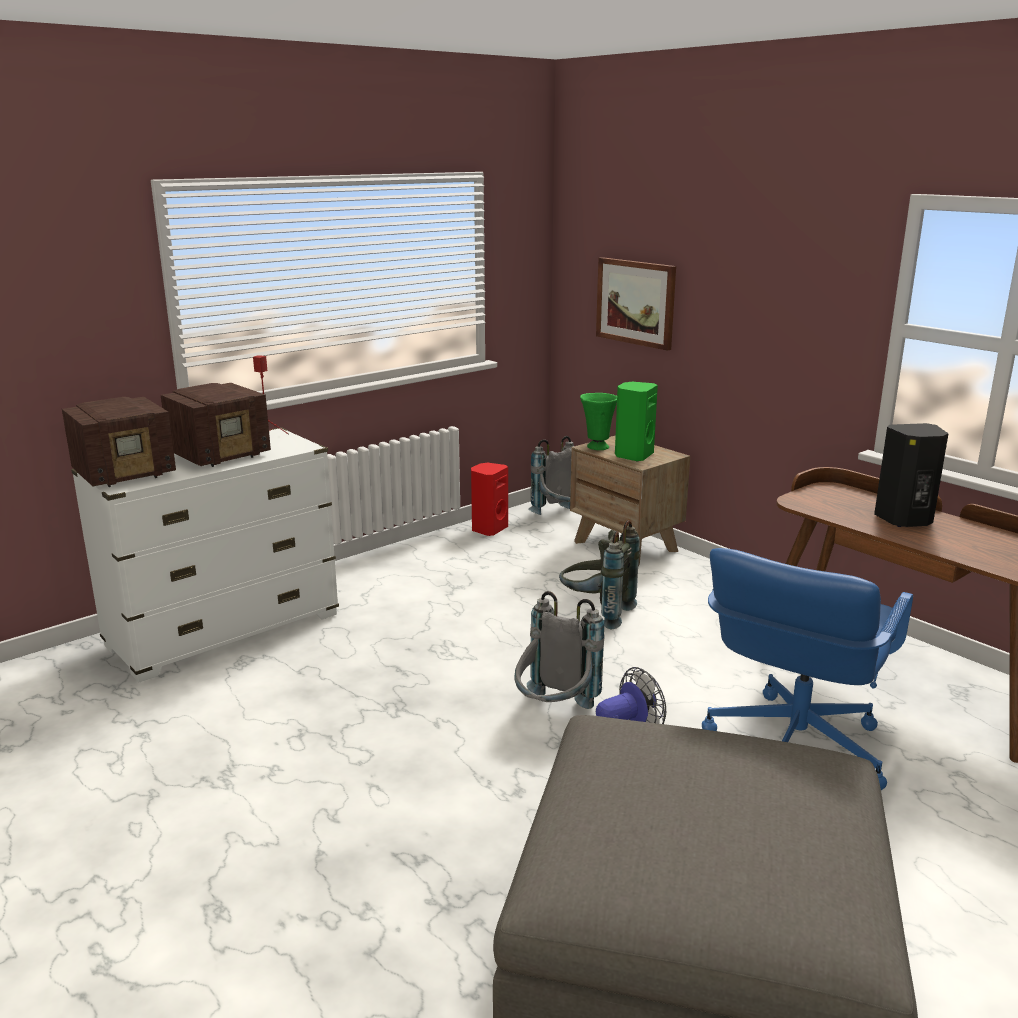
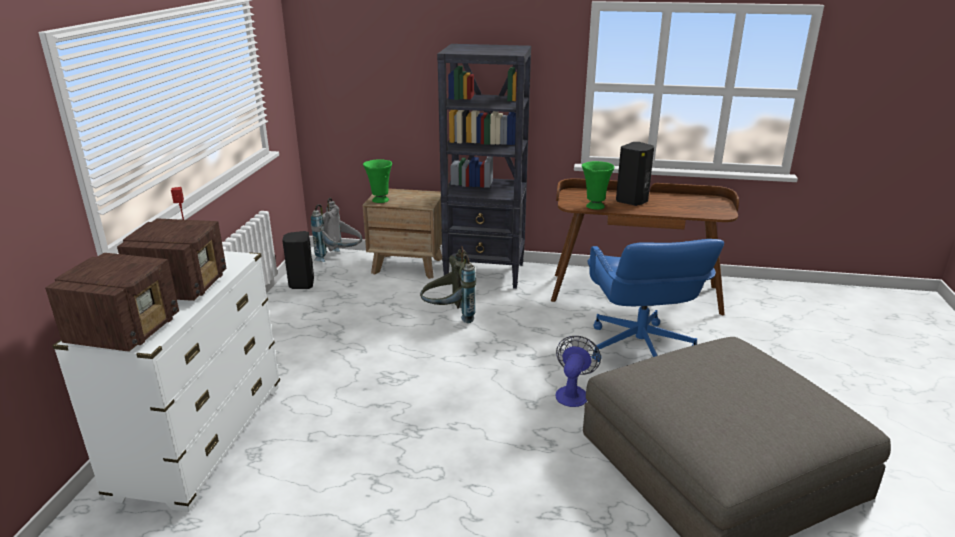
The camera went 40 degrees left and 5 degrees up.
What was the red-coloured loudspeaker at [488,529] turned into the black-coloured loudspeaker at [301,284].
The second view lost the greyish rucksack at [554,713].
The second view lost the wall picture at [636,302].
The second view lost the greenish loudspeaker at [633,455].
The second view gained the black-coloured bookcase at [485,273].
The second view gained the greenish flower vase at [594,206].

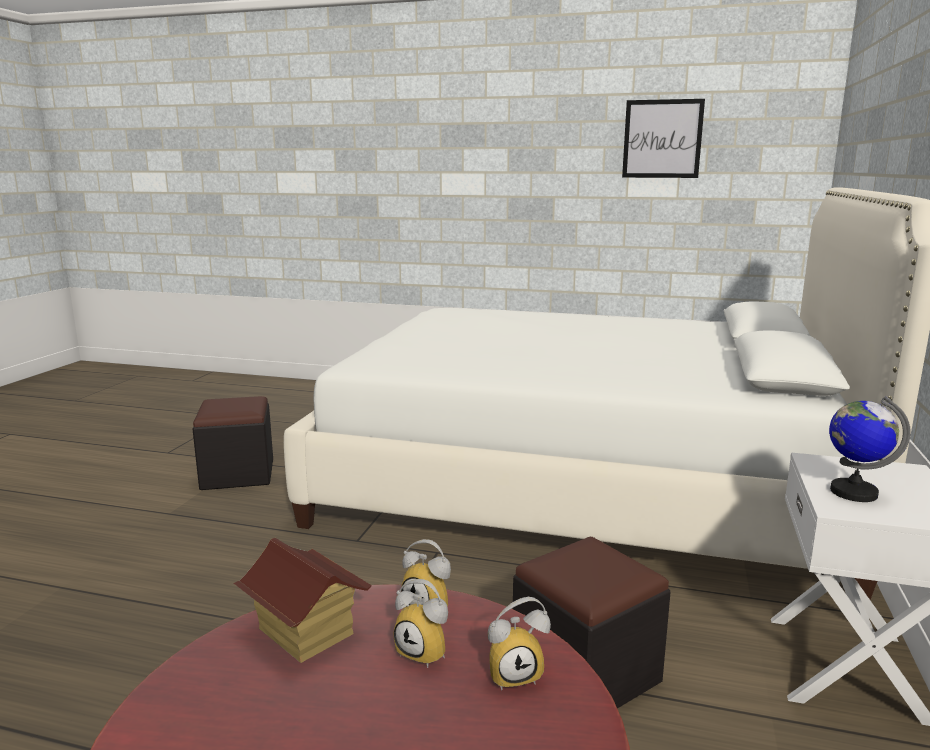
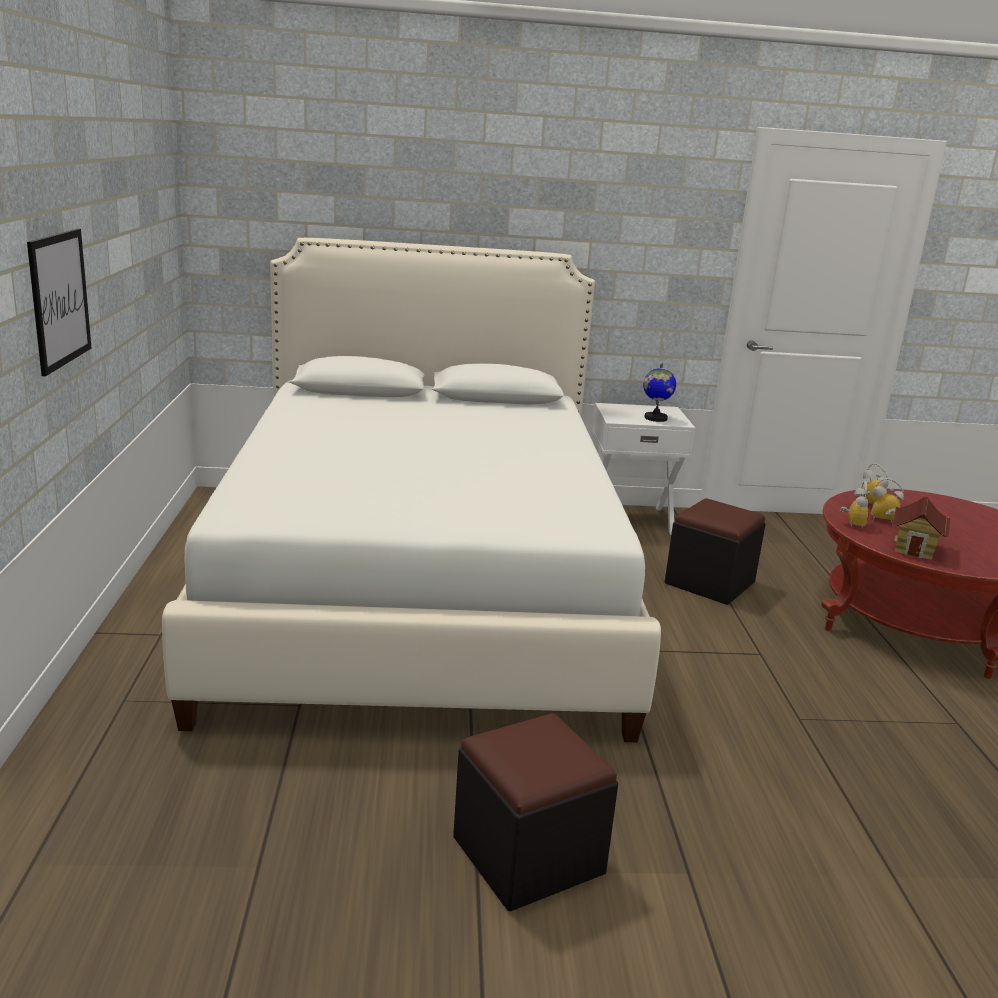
The camera went 110 degrees left and 5 degrees up.
The table clock at [426,652] ended up facing another way, 90 degrees counterclockwise from before.
The wall picture ended up elsewhere, having gone from [662,139] to [59,299].

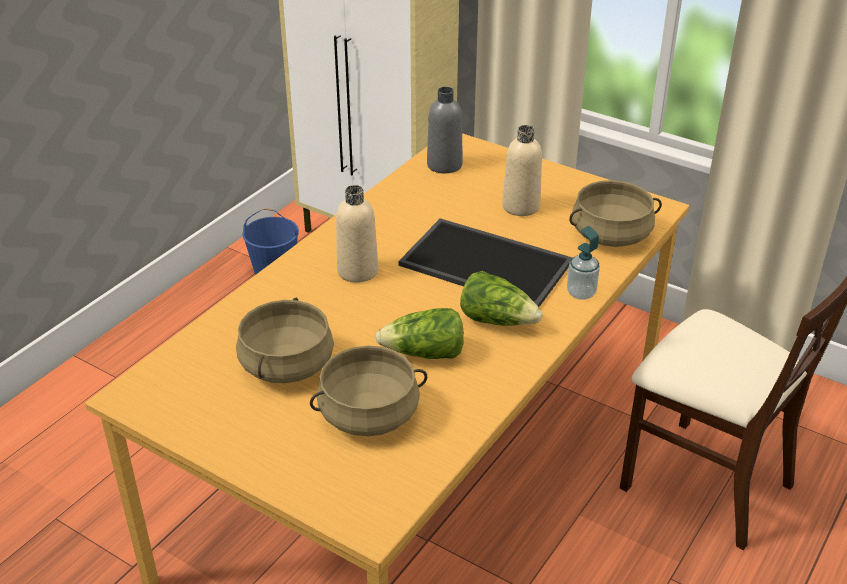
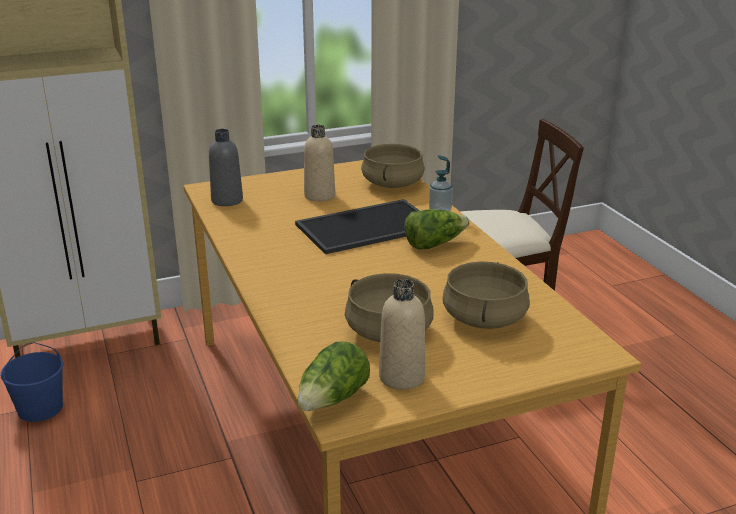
The camera went 55 degrees left and 10 degrees down.
The beige bottle ended up elsewhere, having gone from [357,271] to [401,377].
The head of lettuce ended up elsewhere, having gone from [425,354] to [333,400].

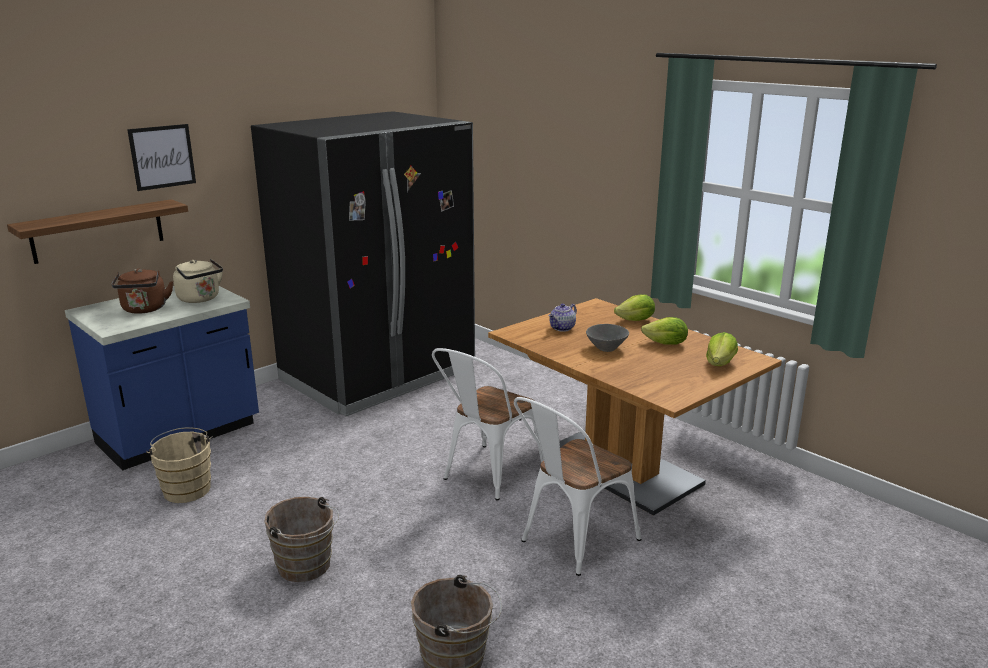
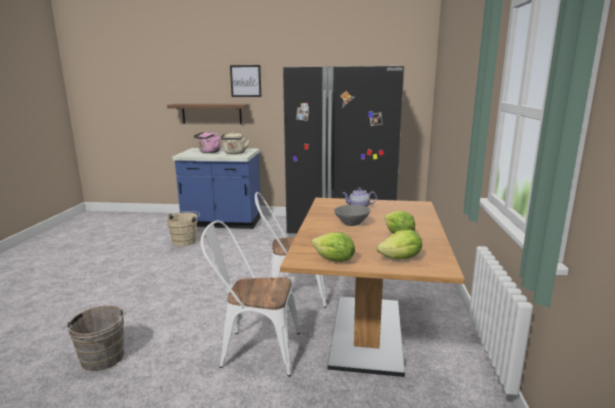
The camera went 50 degrees right and 5 degrees down.
What was the brown kettle at [144,310] turned into the pinkish kettle at [209,152].
The second view lost the brown pail at [307,567].
The head of lettuce ended up elsewhere, having gone from [636,320] to [334,260].

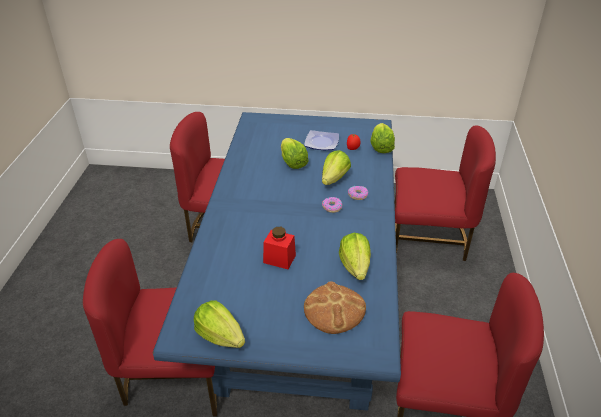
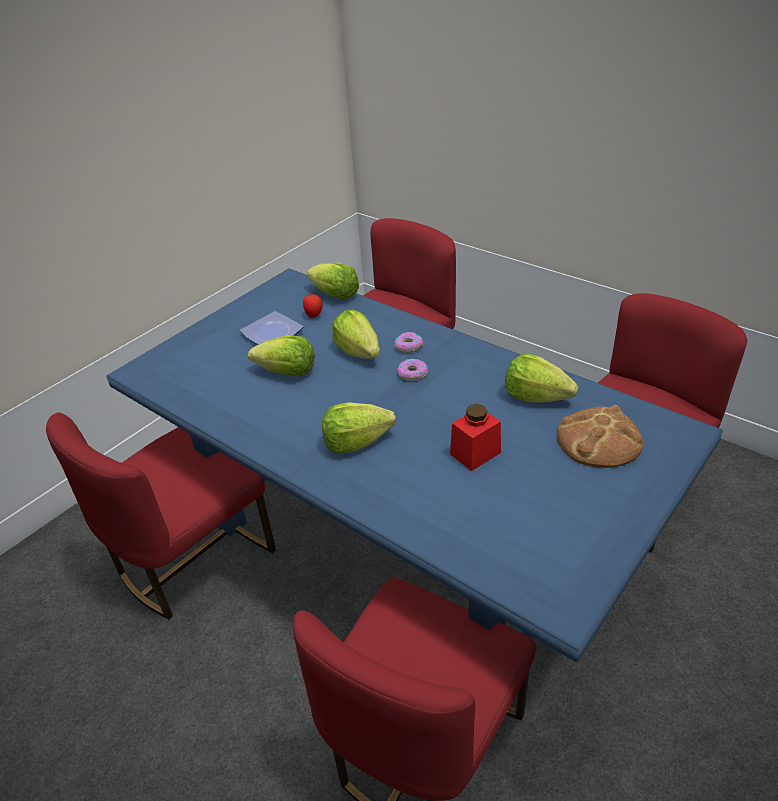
The camera went 55 degrees left and 0 degrees up.
The head of lettuce ended up elsewhere, having gone from [220,336] to [356,442].

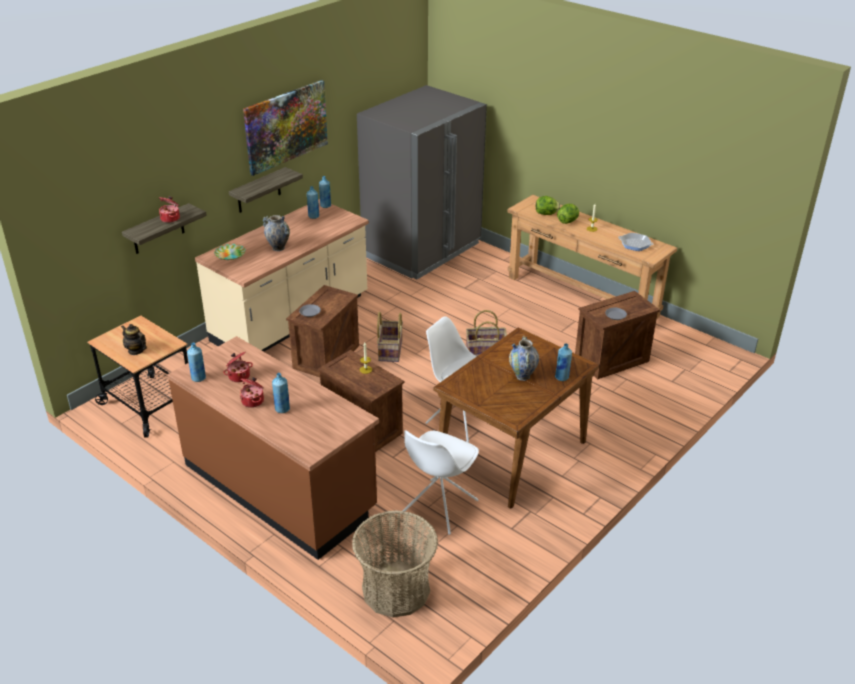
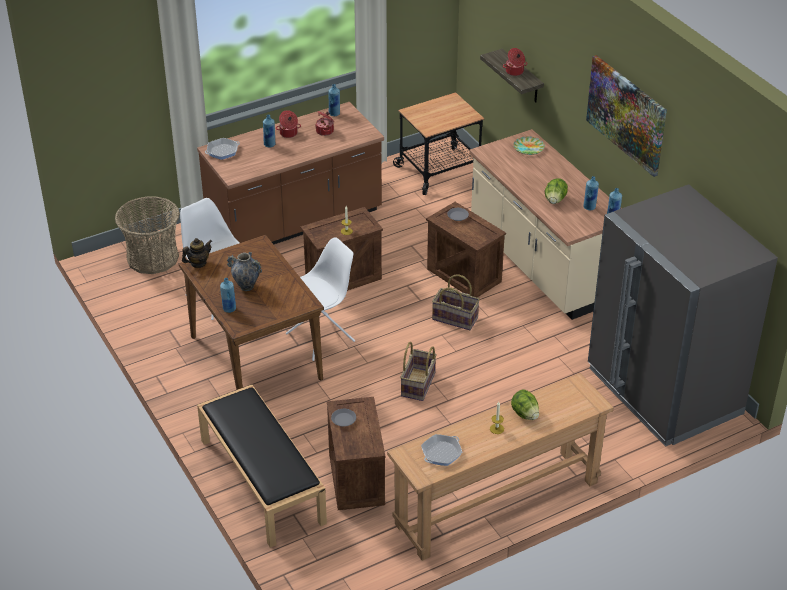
The camera went 110 degrees right and 5 degrees up.
The teapot ended up elsewhere, having gone from [136,350] to [198,263].
The second view lost the wall shelf at [258,191].
The second view lost the flower vase at [278,248].
The head of lettuce ended up elsewhere, having gone from [546,214] to [555,200].
The second view gained the black-coloured bench at [261,480].
The second view gained the frying pan at [222,151].

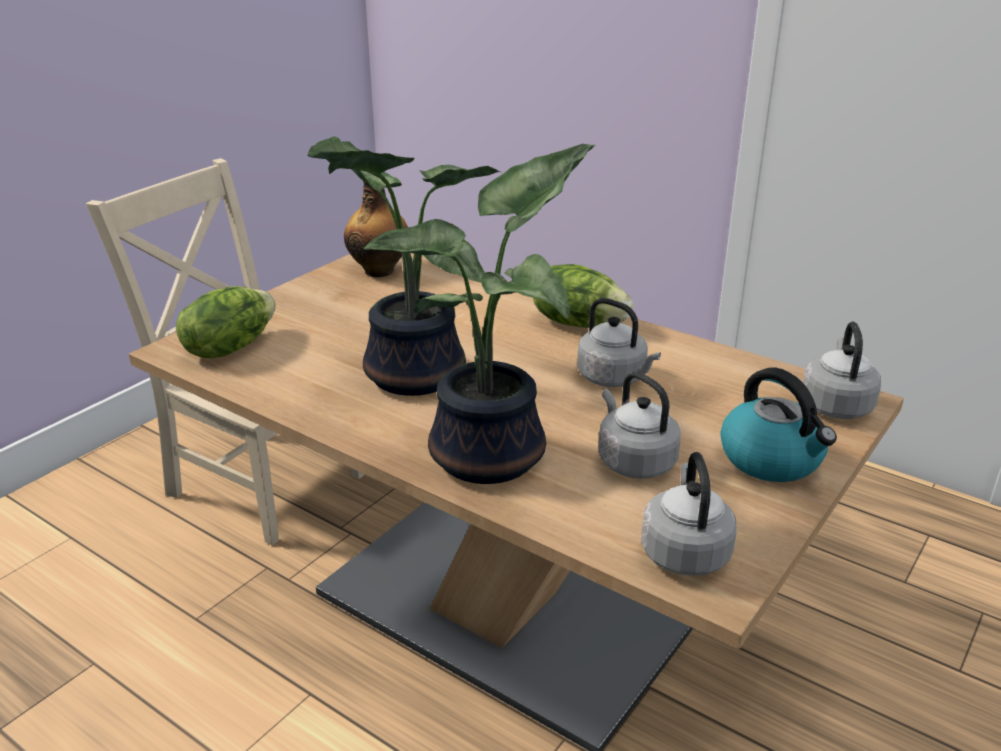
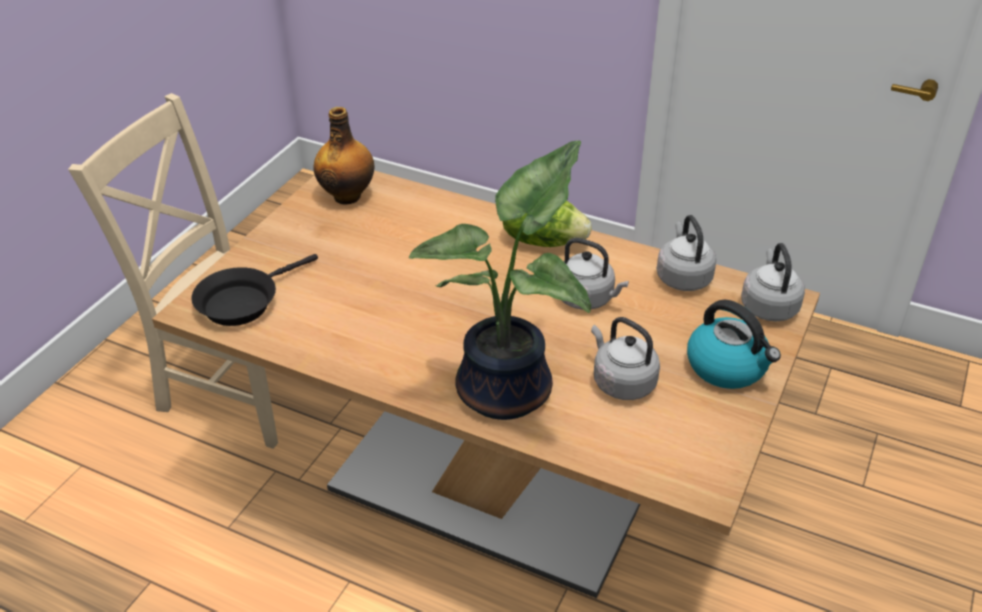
The camera went 10 degrees left and 10 degrees up.
Where the head of lettuce stood at [229,347], the black-coloured frying pan came to stand at [243,302].
The second view lost the potted plant at [407,375].
The greyish kettle ended up elsewhere, having gone from [684,551] to [682,277].

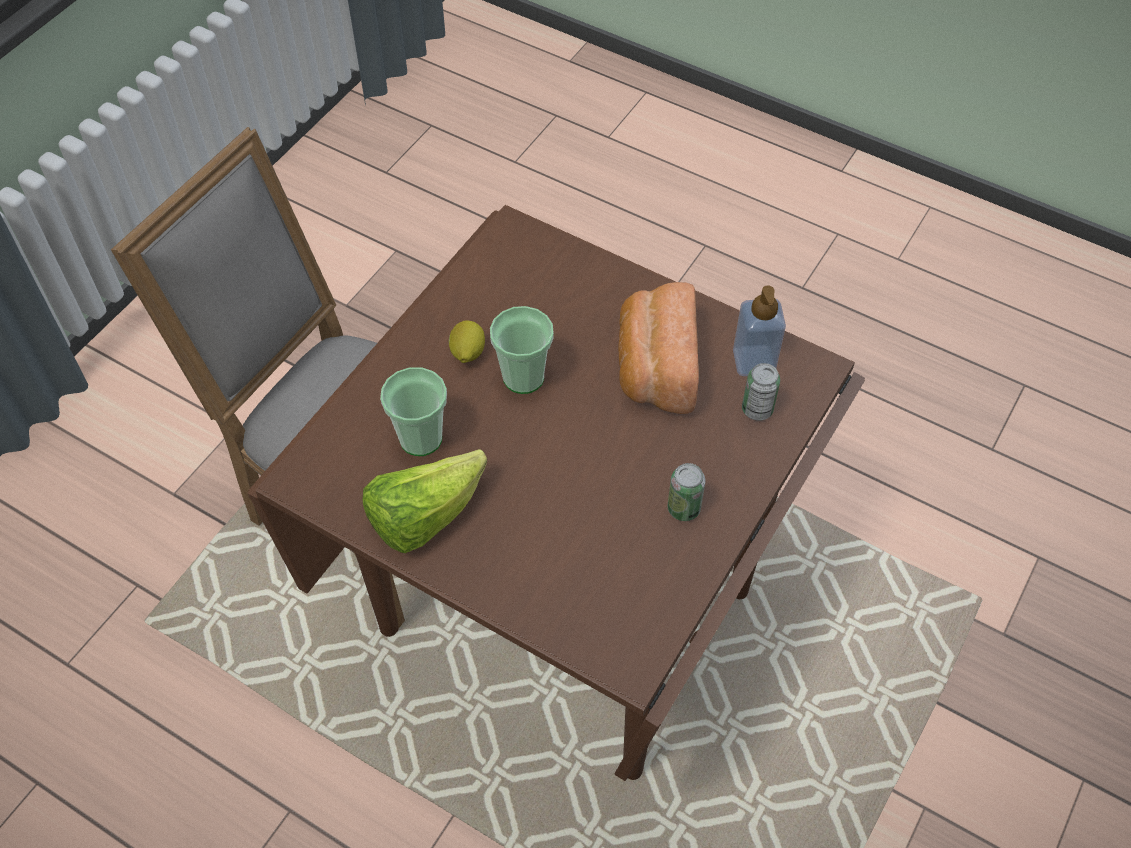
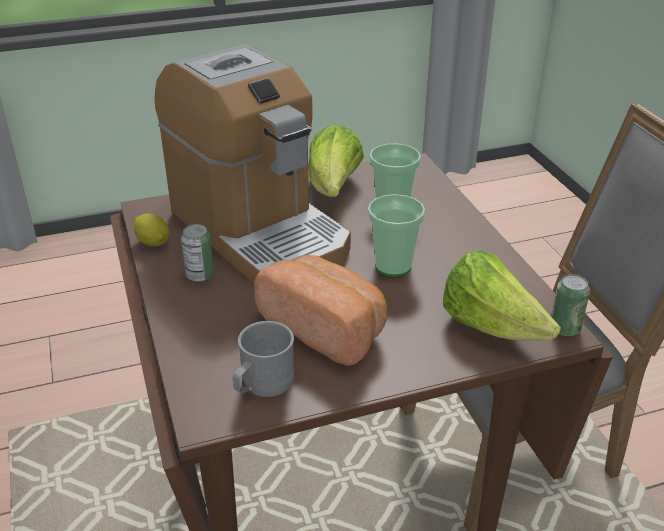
The camera went 130 degrees right and 20 degrees down.
The citrus fruit ended up elsewhere, having gone from [467,353] to [153,242].
Where the soap dispenser stood at [754,361], the greyish mug came to stand at [262,384].
The can ended up elsewhere, having gone from [757,409] to [564,328].
The second view gained the coffee machine at [259,230].
The second view gained the head of lettuce at [491,327].

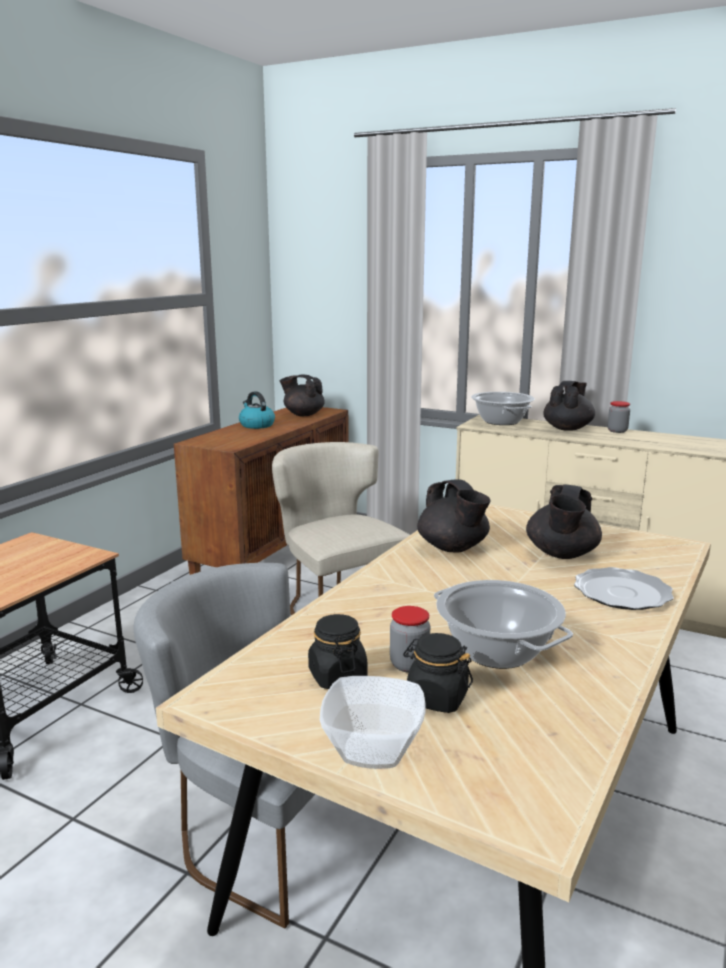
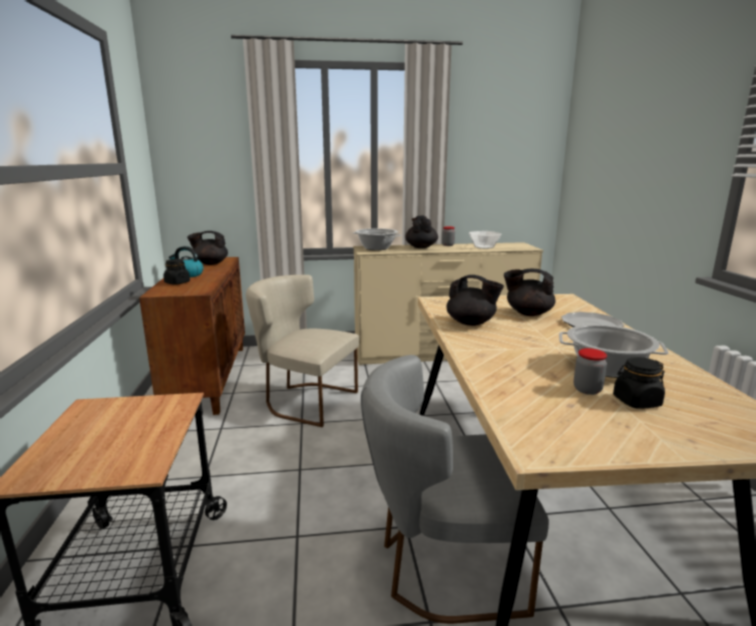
The camera went 35 degrees left and 0 degrees up.
The black-coloured preserve jar ended up elsewhere, having gone from [337,676] to [177,283].
The serving bowl ended up elsewhere, having gone from [374,749] to [484,247].
The black-coloured teapot at [561,554] ended up facing another way, 120 degrees clockwise from before.

